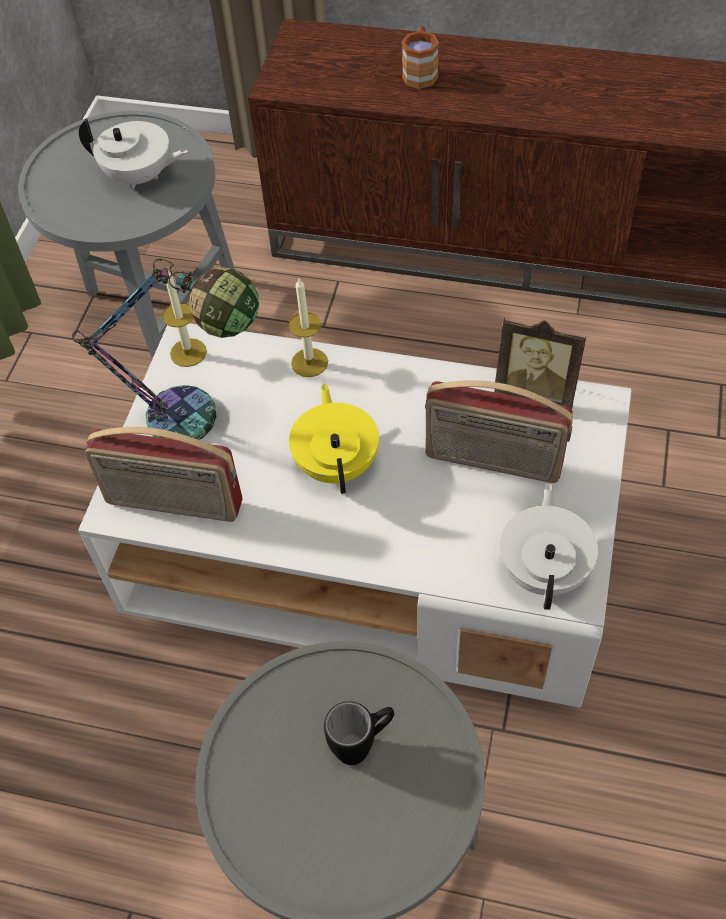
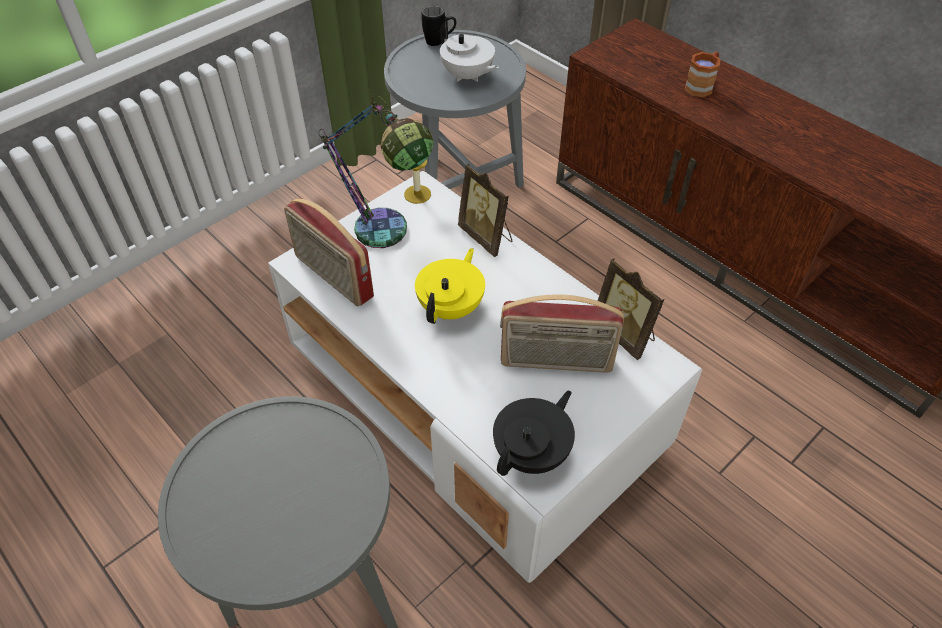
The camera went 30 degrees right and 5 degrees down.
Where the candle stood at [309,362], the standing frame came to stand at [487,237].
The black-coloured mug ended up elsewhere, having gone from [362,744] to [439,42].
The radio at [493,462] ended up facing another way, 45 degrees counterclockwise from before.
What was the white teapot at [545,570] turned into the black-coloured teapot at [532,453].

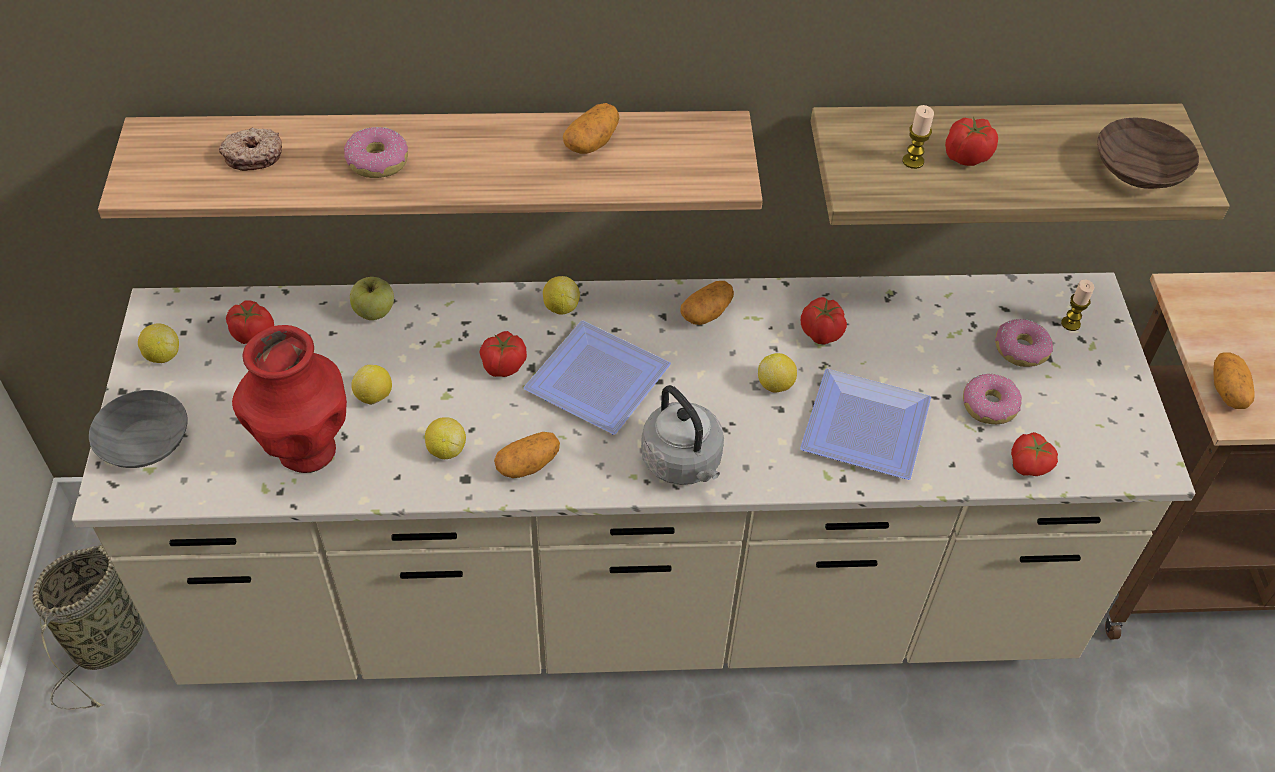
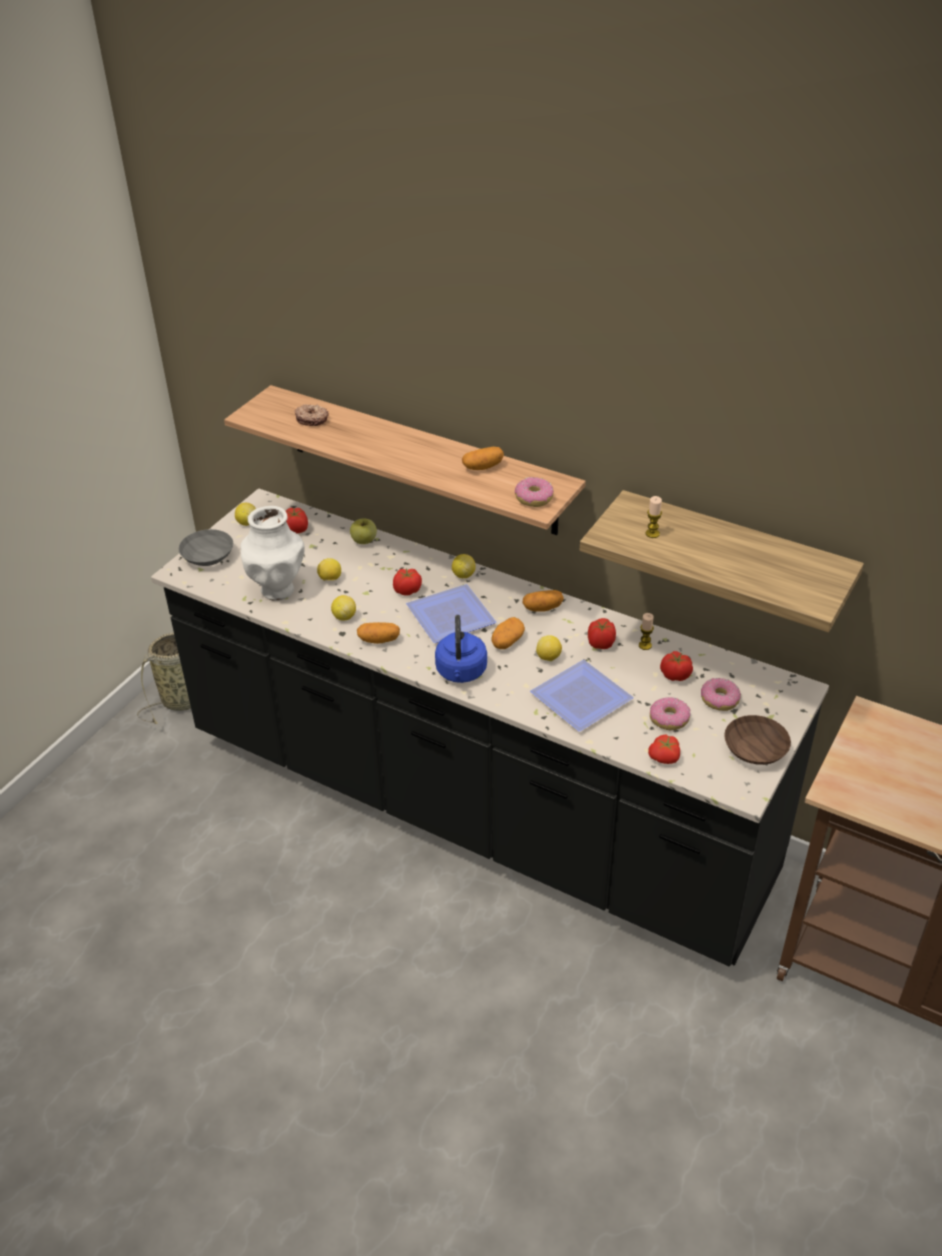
The camera went 35 degrees right and 10 degrees down.
What was the beige kitchen base unit at [629,599] turned into the black-coloured kitchen base unit at [474,806].
What was the red-coloured flower vase at [306,449] turned into the white flower vase at [278,589].
The donut ended up elsewhere, having gone from [377,162] to [533,498].
What was the greyish kettle at [683,463] turned into the bluish kettle at [461,673].
The fresh tomato ended up elsewhere, having gone from [966,157] to [675,675].
The candle ended up elsewhere, having gone from [1070,324] to [645,645].
The brown serving bowl ended up elsewhere, having gone from [1137,169] to [753,749].
The whole potato ended up elsewhere, having gone from [1228,391] to [507,641].

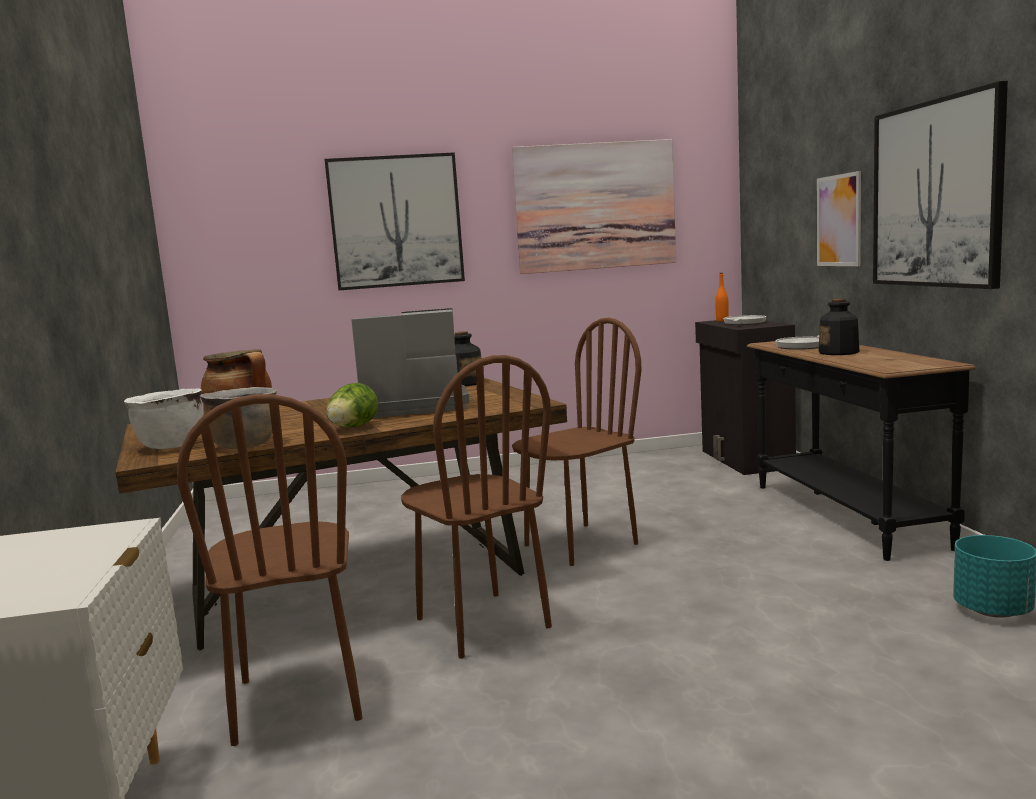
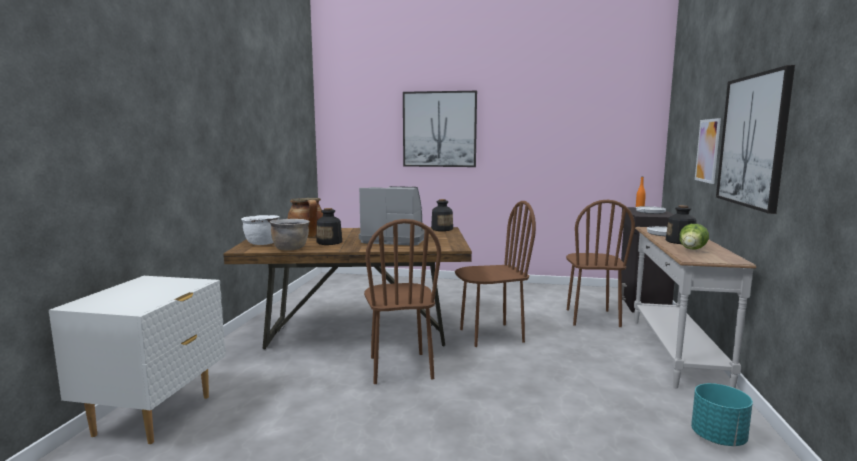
The camera went 20 degrees right and 0 degrees up.
The brown plain chair ended up elsewhere, having gone from [297,700] to [592,318].
The head of lettuce ended up elsewhere, having gone from [352,428] to [692,250].
The second view lost the wall picture at [595,206].
What was the black-coloured hall table at [843,515] turned into the white hall table at [674,352].
The second view gained the bottle at [329,242].

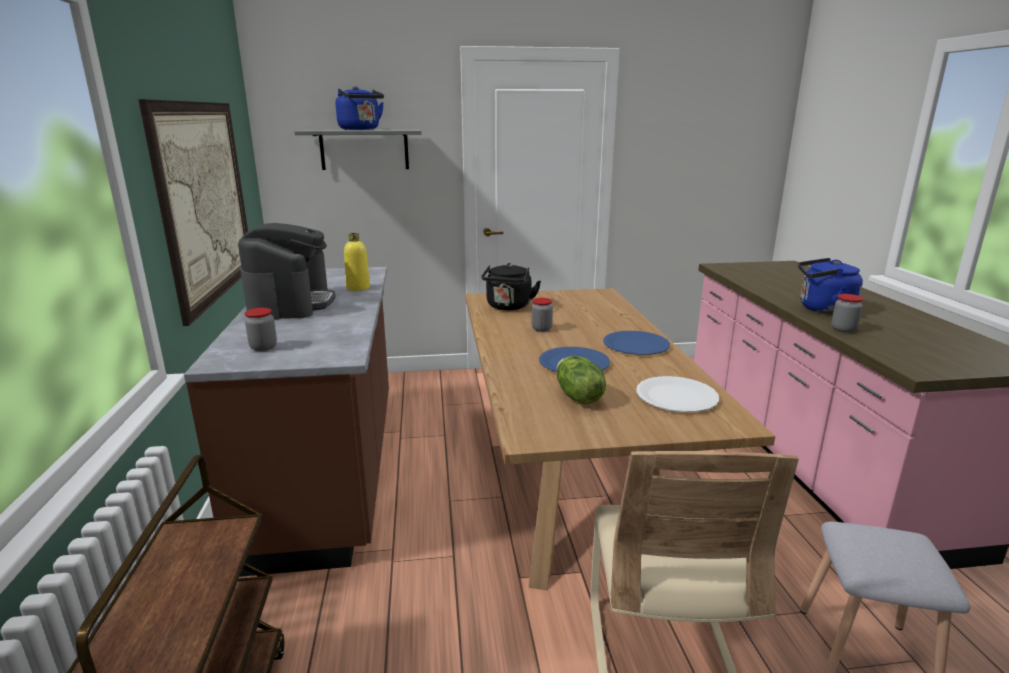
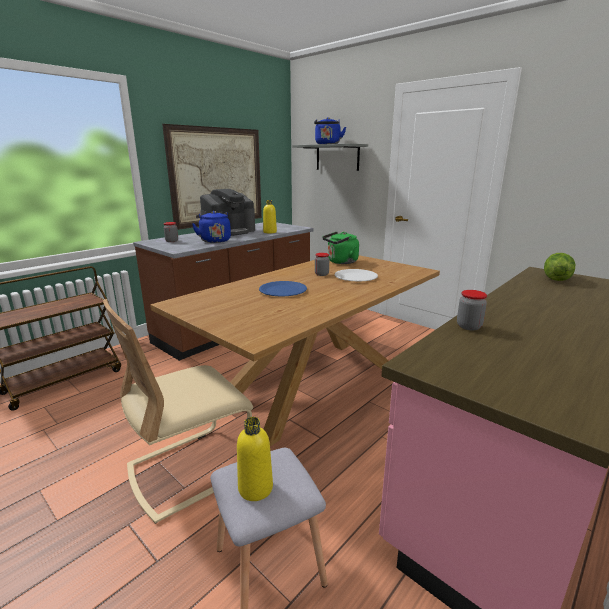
The camera went 50 degrees right and 0 degrees up.
What was the black-coloured kettle at [508,307] turned into the greenish kettle at [341,262].
The head of lettuce ended up elsewhere, having gone from [577,397] to [555,278].
The second view lost the bluish flat dish at [635,345].
The white flat dish ended up elsewhere, having gone from [676,396] to [355,277].
The bluish kettle ended up elsewhere, having gone from [822,309] to [214,240].
The second view gained the yellowish bottle at [255,488].

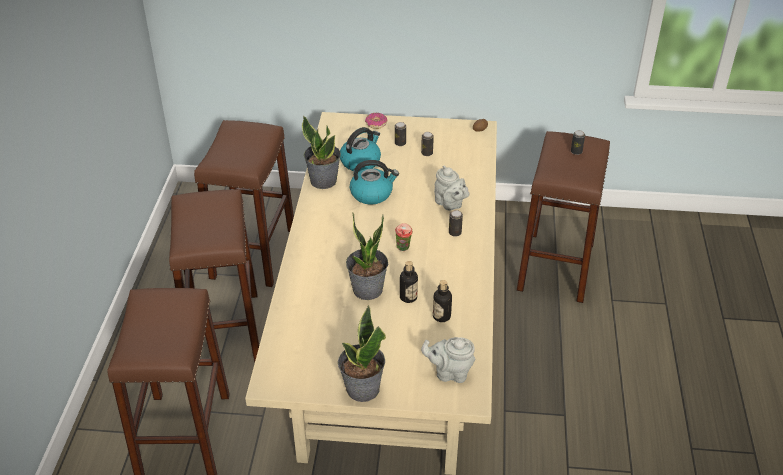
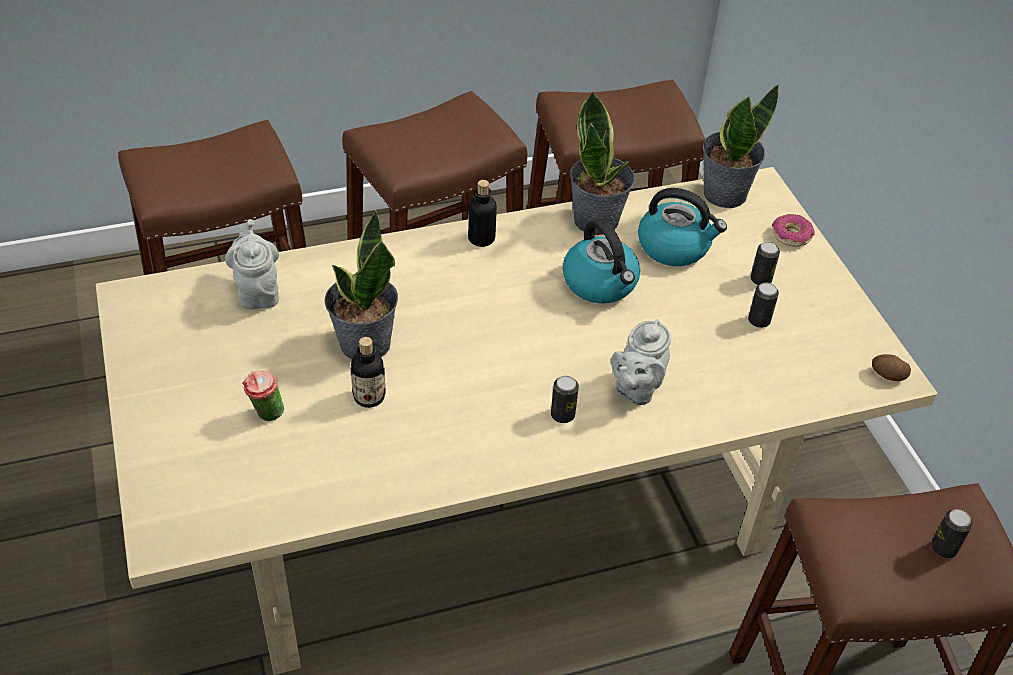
The camera went 65 degrees right and 5 degrees up.
The potted plant ended up elsewhere, having gone from [362,389] to [724,193].
The small cup ended up elsewhere, having gone from [403,249] to [266,415].
The greyish teapot ended up elsewhere, having gone from [449,373] to [257,291].
The bottle ended up elsewhere, having gone from [441,316] to [481,238].

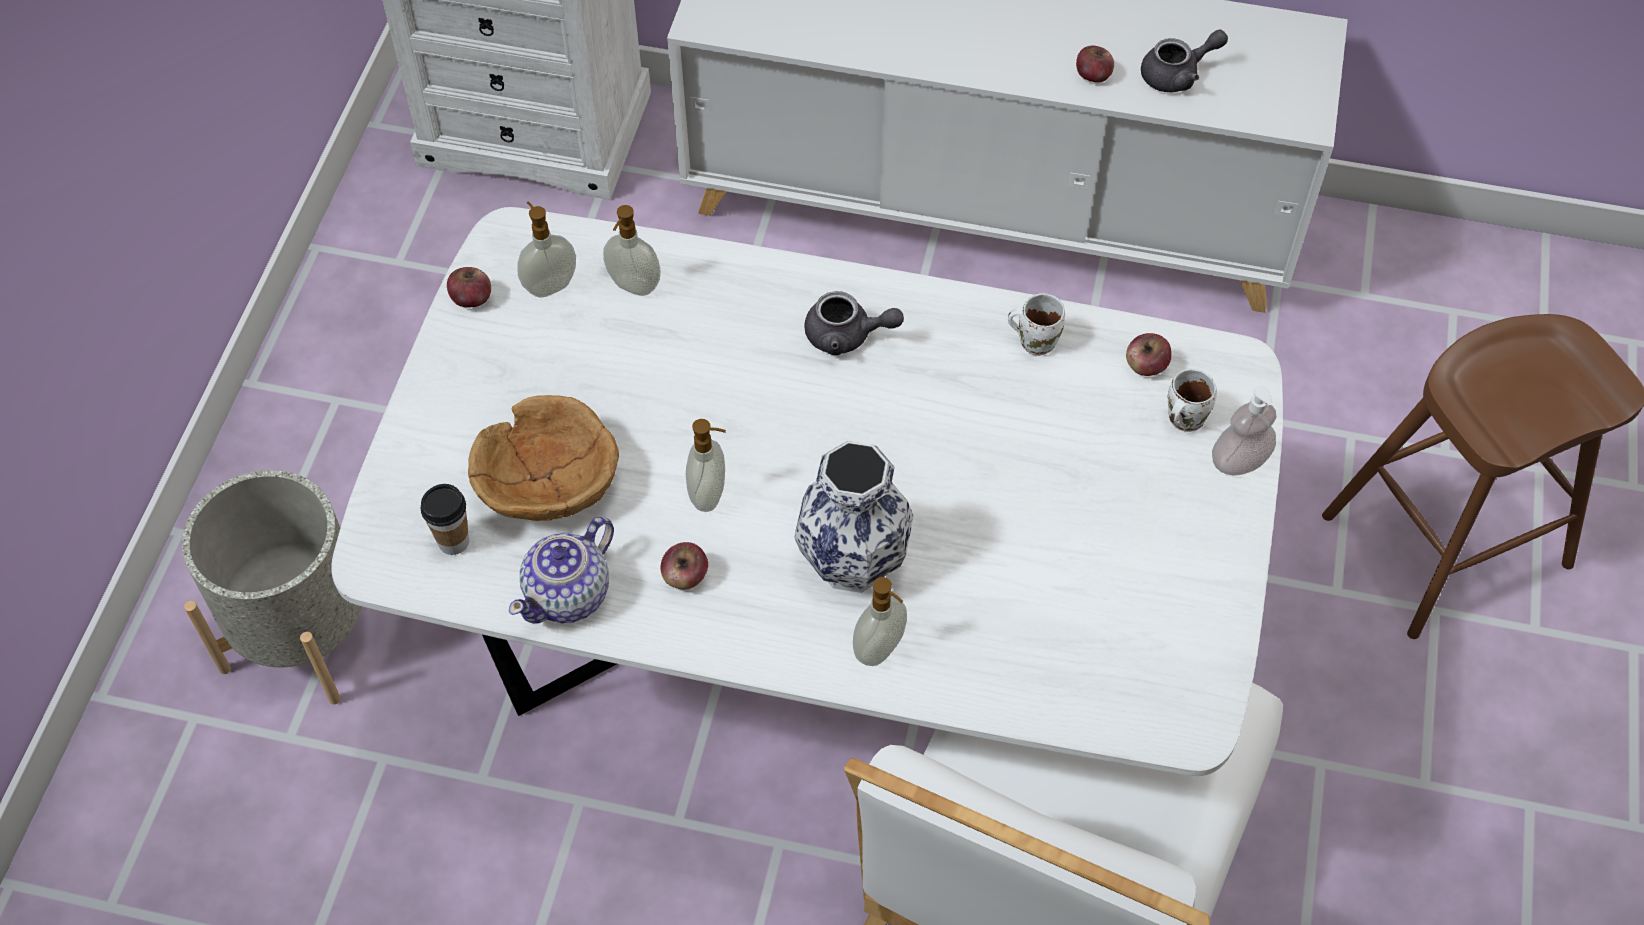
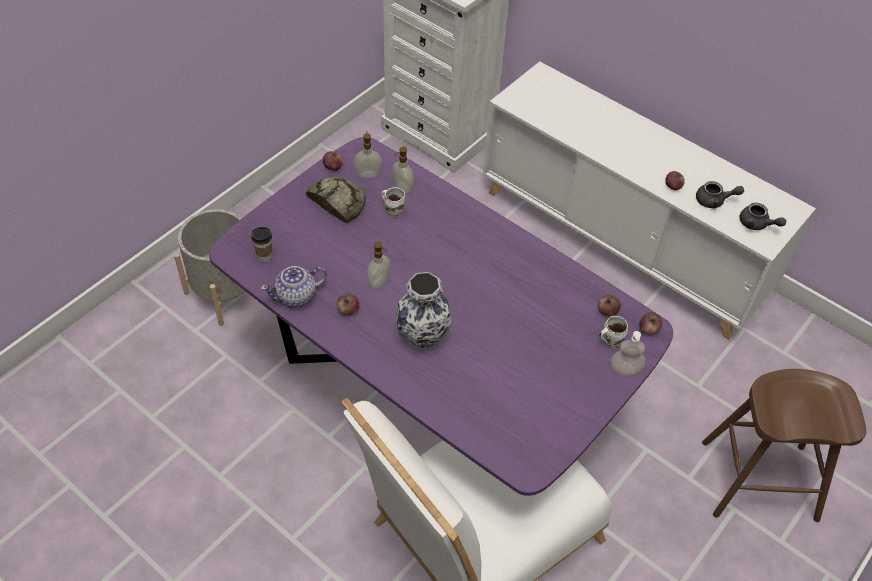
The camera went 25 degrees right and 5 degrees down.
What was the white dinner table at [824,656] turned into the purple dinner table at [431,398].
The second view lost the brown serving bowl at [550,482].
The greyish teapot ended up elsewhere, having gone from [847,336] to [757,224].
The second view lost the soap dispenser at [880,650].
The white mug ended up elsewhere, having gone from [1035,340] to [394,210].
The second view gained the baked bread at [337,202].
The second view gained the whole apple at [648,329].

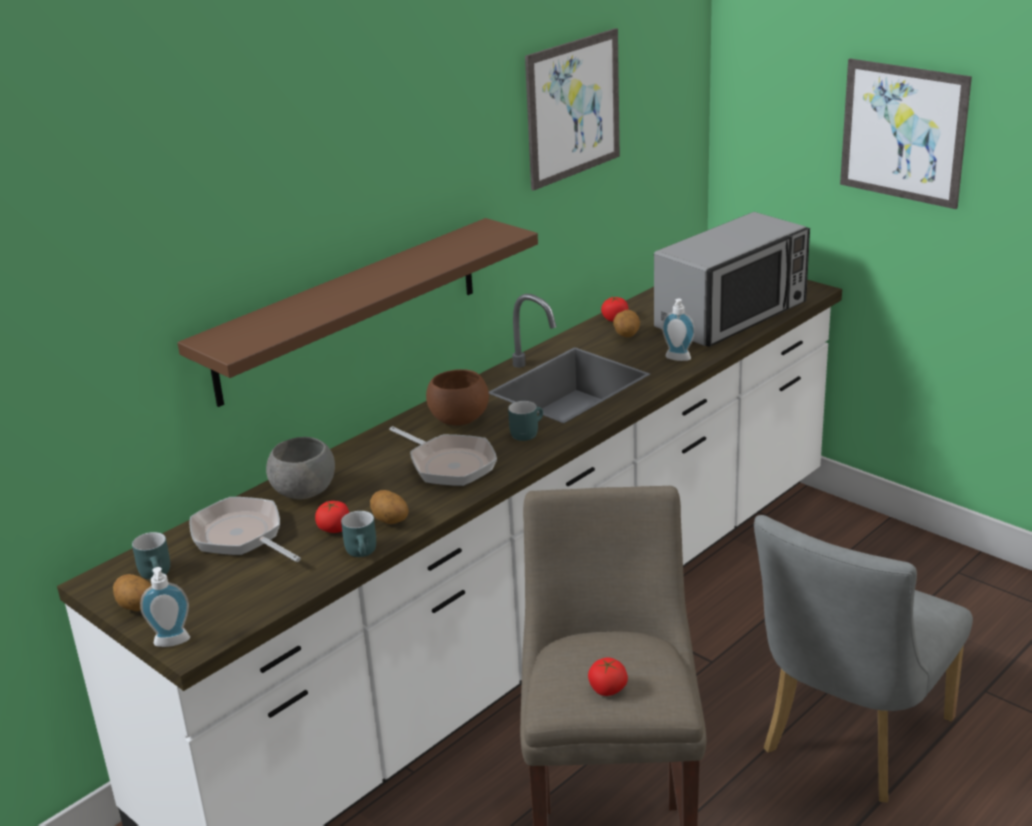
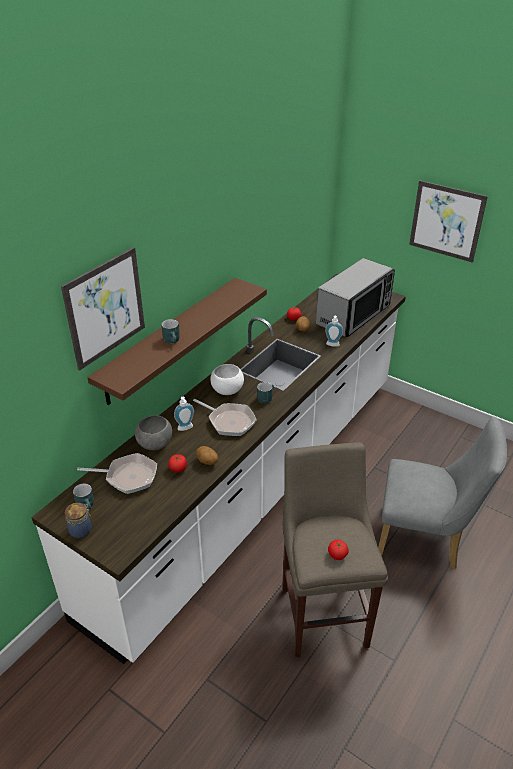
The camera went 10 degrees left and 10 degrees up.
Where the whole potato stood at [136,608], the preserve jar came to stand at [81,530].
The soap dispenser ended up elsewhere, having gone from [172,643] to [185,429].
The frying pan at [241,536] ended up facing another way, 150 degrees clockwise from before.
The turquoise mug ended up elsewhere, having gone from [364,552] to [173,341].
What was the brown serving bowl at [458,420] turned into the white serving bowl at [227,390].
The wall picture ended up elsewhere, having gone from [573,108] to [105,308].
The greyish plain chair at [849,742] ended up facing another way, 105 degrees counterclockwise from before.

